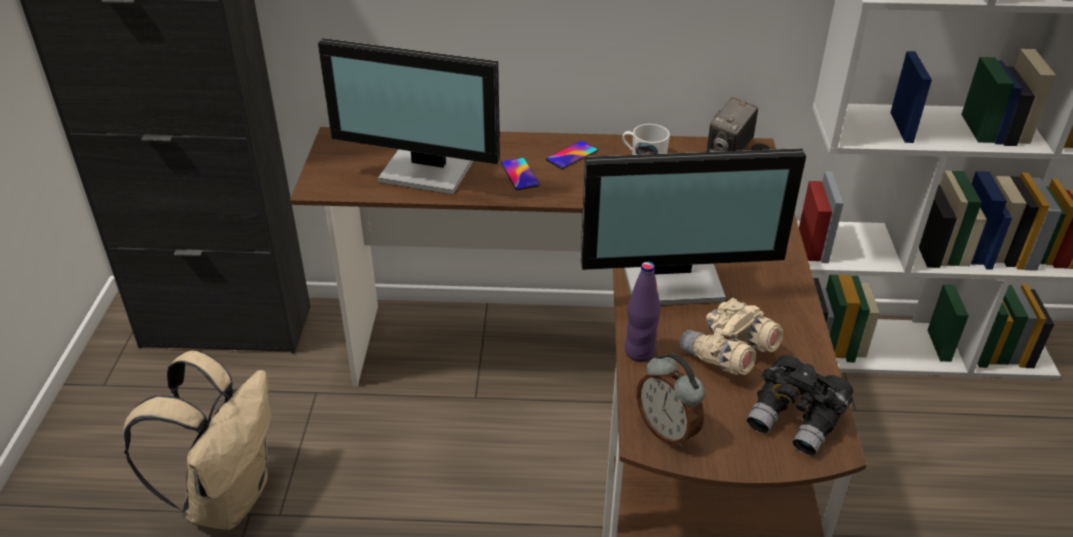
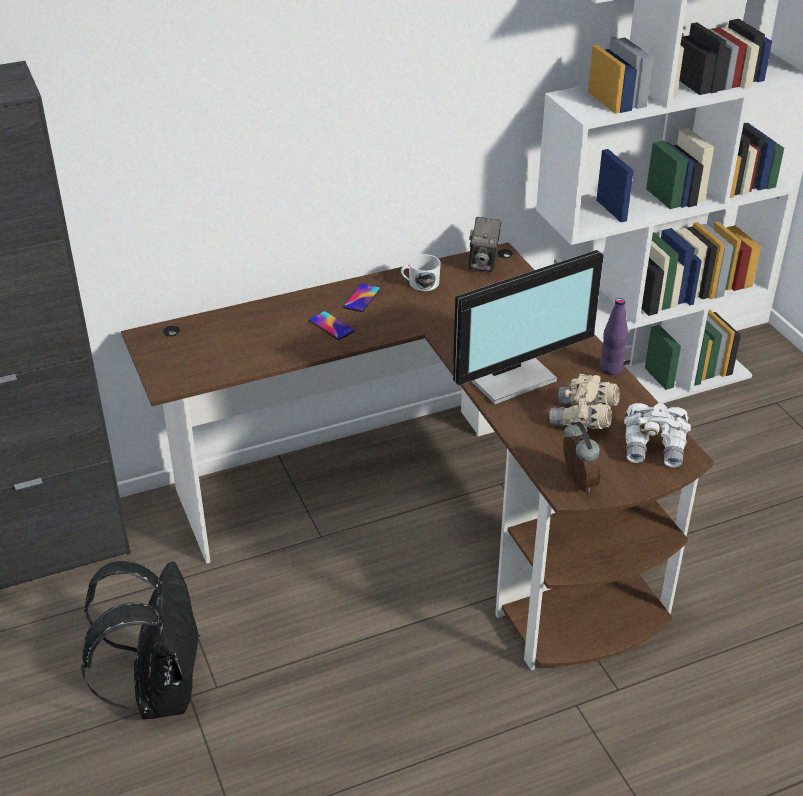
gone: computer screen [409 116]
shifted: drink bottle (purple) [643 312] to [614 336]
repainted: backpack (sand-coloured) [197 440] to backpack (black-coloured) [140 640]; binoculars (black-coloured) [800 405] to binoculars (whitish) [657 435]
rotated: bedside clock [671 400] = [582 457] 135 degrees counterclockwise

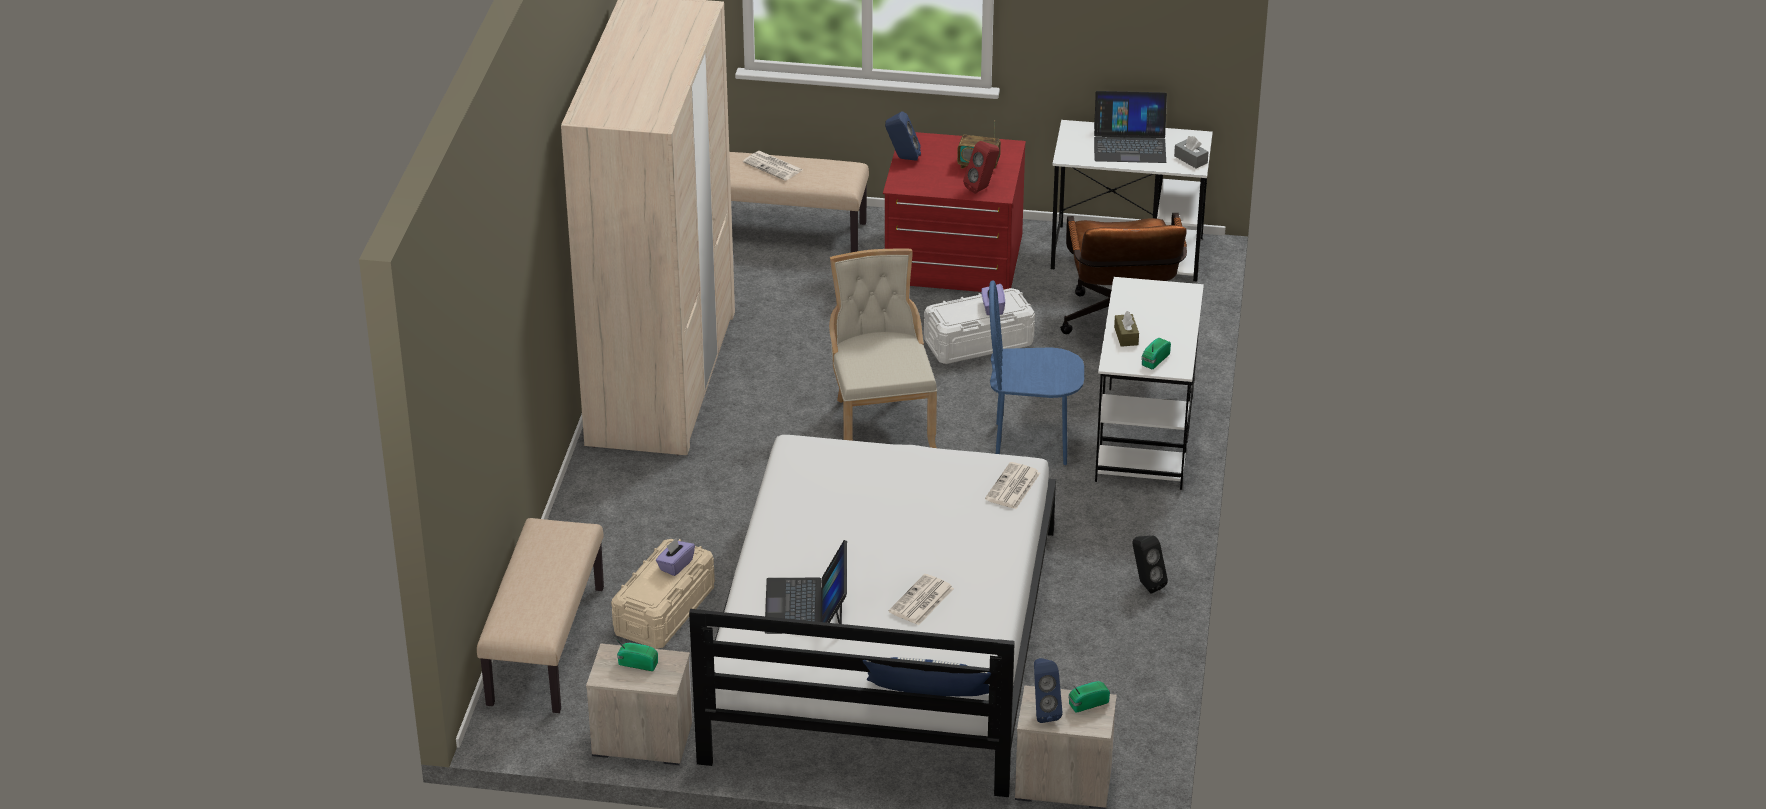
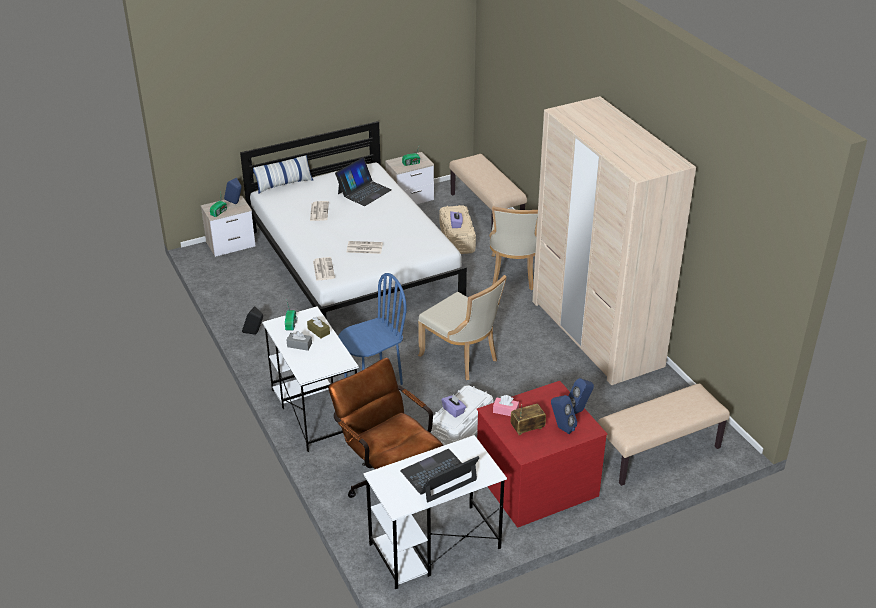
new: upright chair (sand-coloured) [513 248]; loudspeaker (bluish) [564 414]
shifted: box of tissues (grey) [1191 152] to [299 341]; newspaper [773 166] to [365 247]
swapped: loudspeaker (red) [981 167] to box of tissues (pink) [506 405]
rotated: laptop [806 587] = [363 181] 75 degrees clockwise

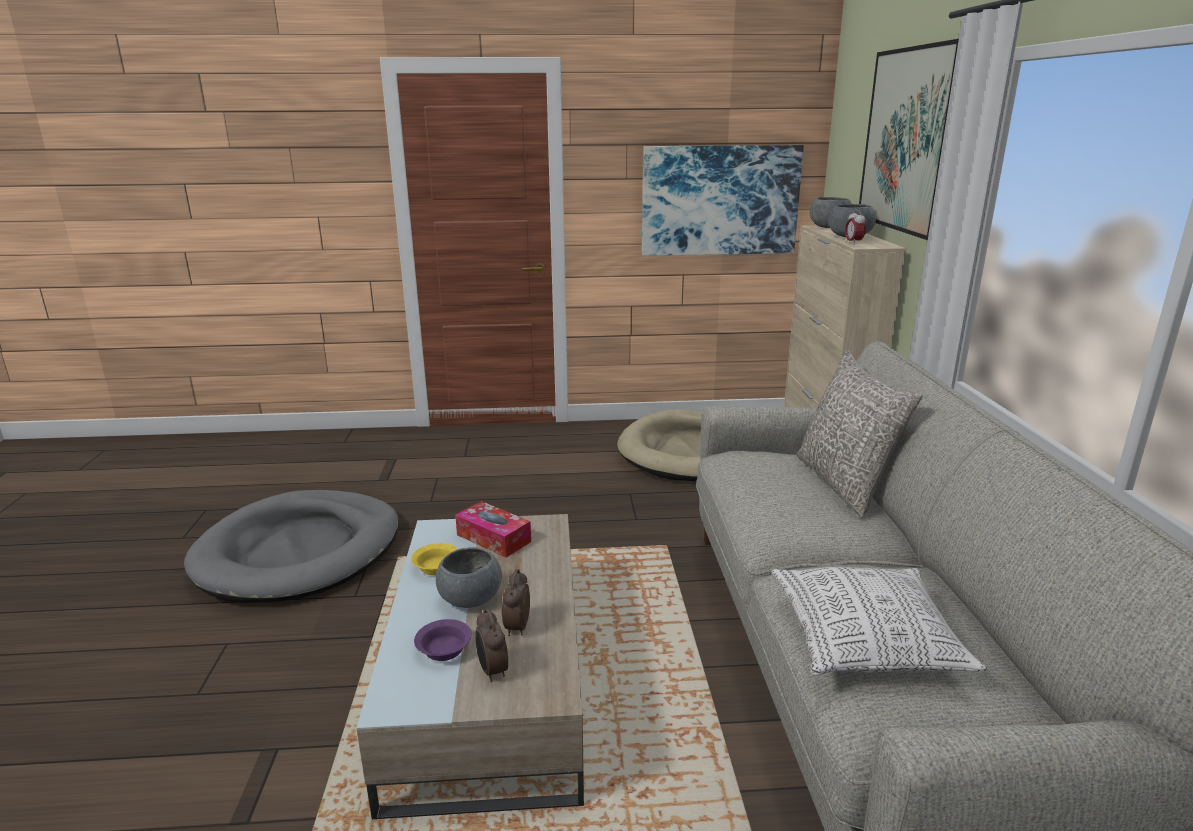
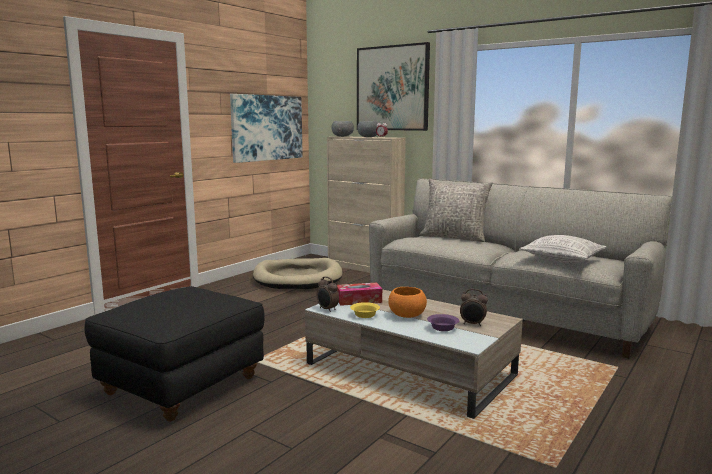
shifted: bedside clock [516 602] to [328 294]
swapped: pet bed (grey) [291 546] to footrest (black-coloured) [174 354]
repainted: serving bowl (grey) [469 577] to serving bowl (orange-coloured) [407 302]

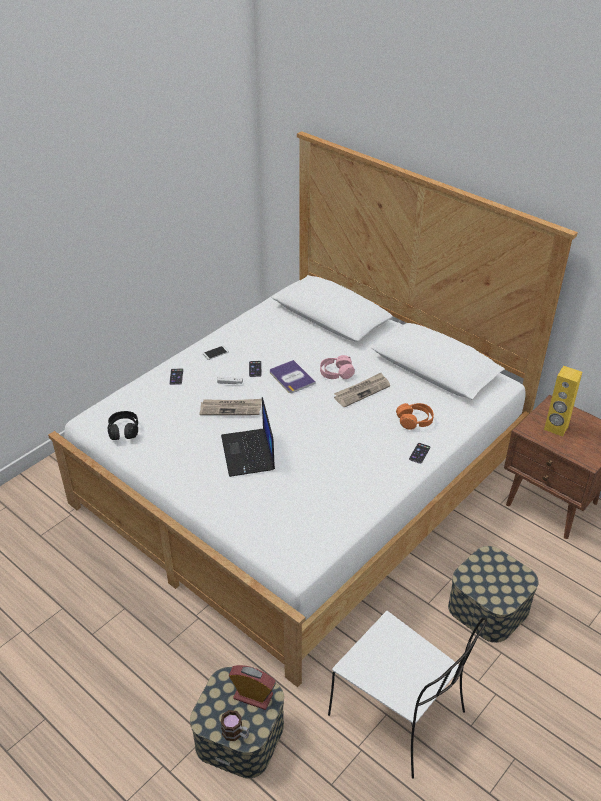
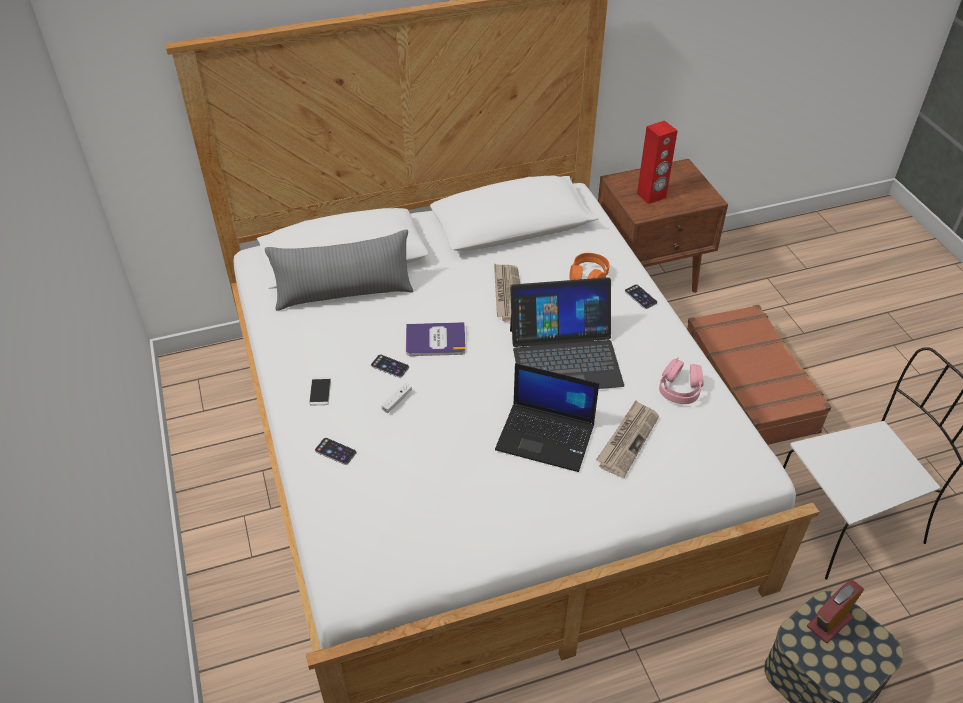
gone: pair of headphones (black-coloured) [123 425]; tea mug [235 725]
new: cushion (grey) [339 270]; laptop [567 333]
shifted: pair of headphones (pink) [337 367] to [681 381]; newspaper [230 407] to [627 439]
swapped: storage container [493 594] to suitcase (brown-coloured) [759 374]
repainted: loudspeaker (yellow) [563 401] to loudspeaker (red) [657 162]

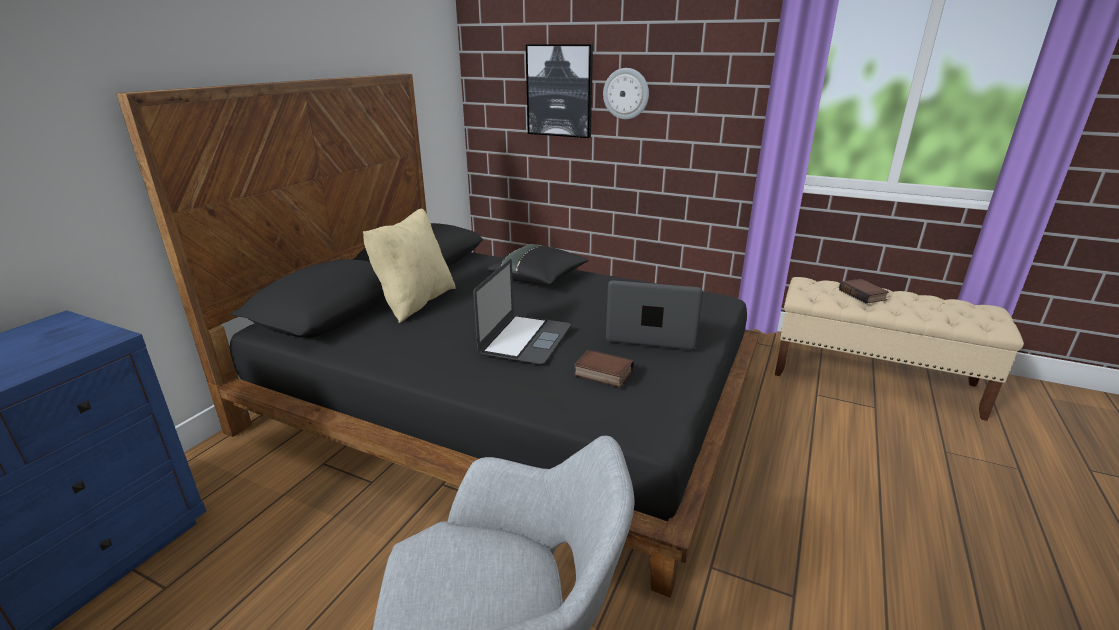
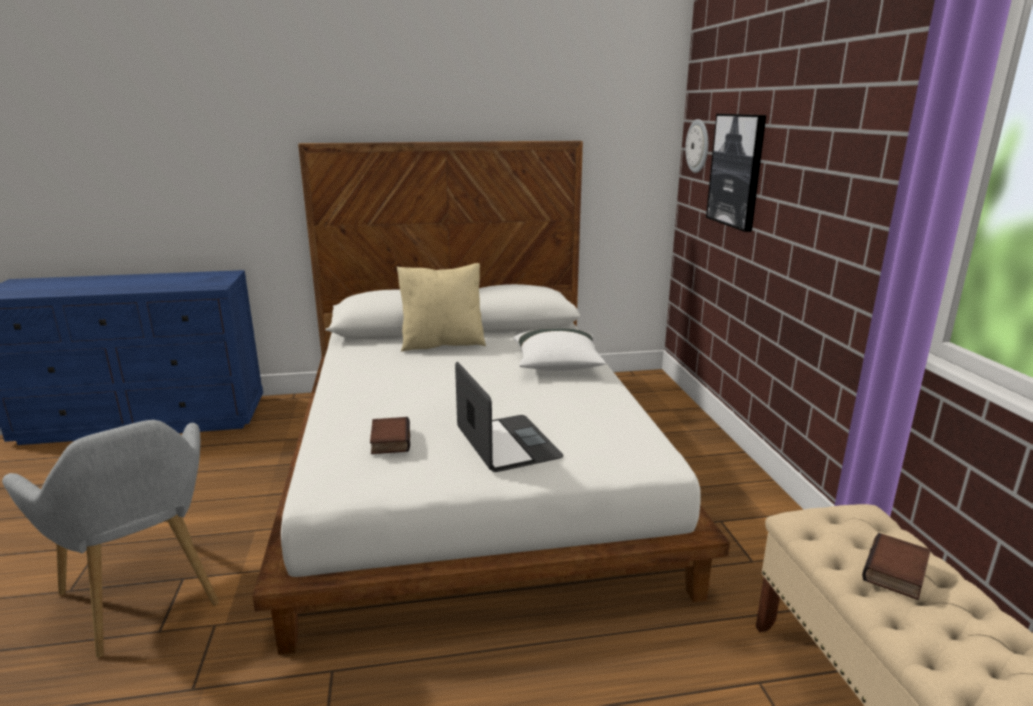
gone: laptop [522 311]
shifted: wall clock [626 94] to [696 146]
repainted: bedroom bed (black-coloured) [437 335] to bedroom bed (whitish) [491 398]; cushion (black-coloured) [538 264] to cushion (whitish) [559 349]

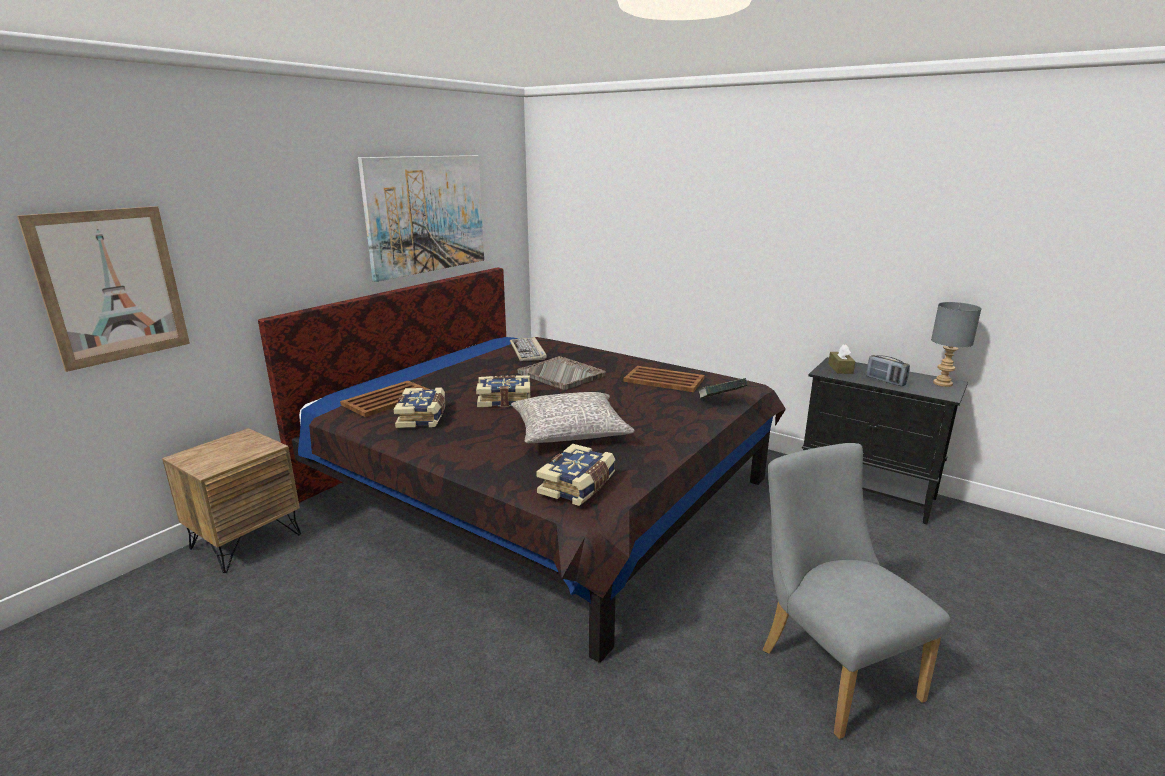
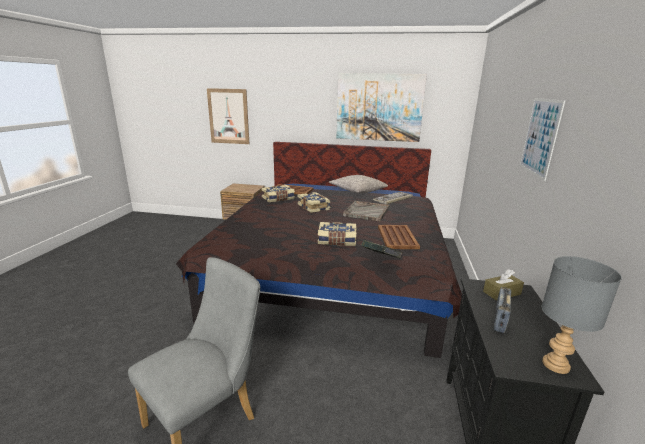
new: wall picture [542 139]
shifted: cushion (grey) [573 417] to [358 184]; volume [576 475] to [337 234]

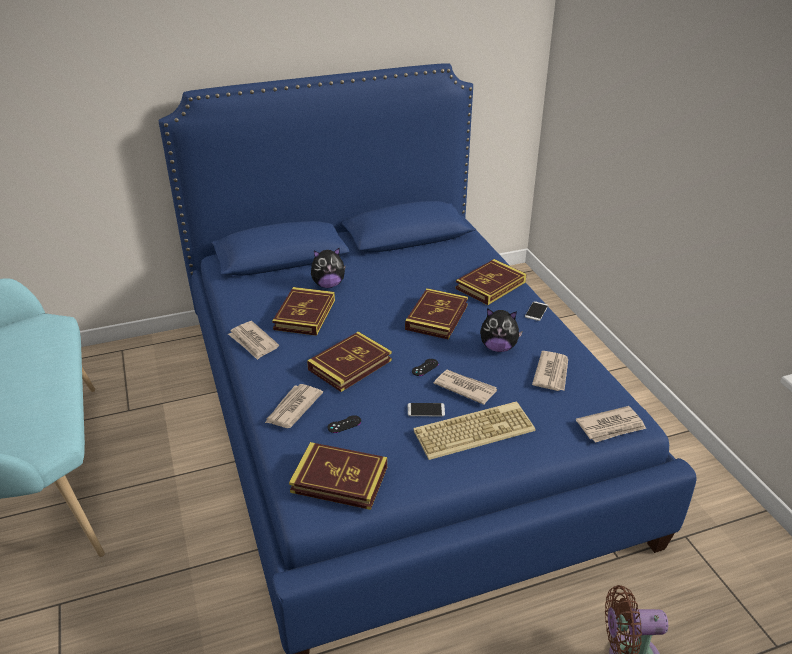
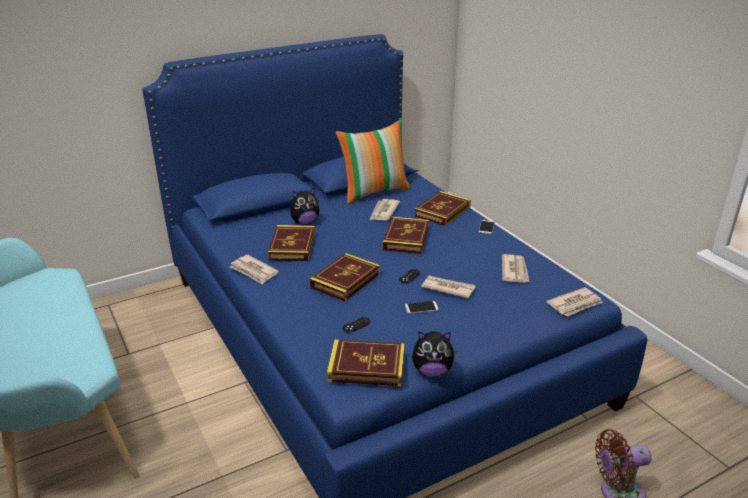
gone: PC keyboard [474 430]
new: cushion [373 162]
shifted: soft toy [501 330] to [434 354]; newspaper [294 406] to [384 210]

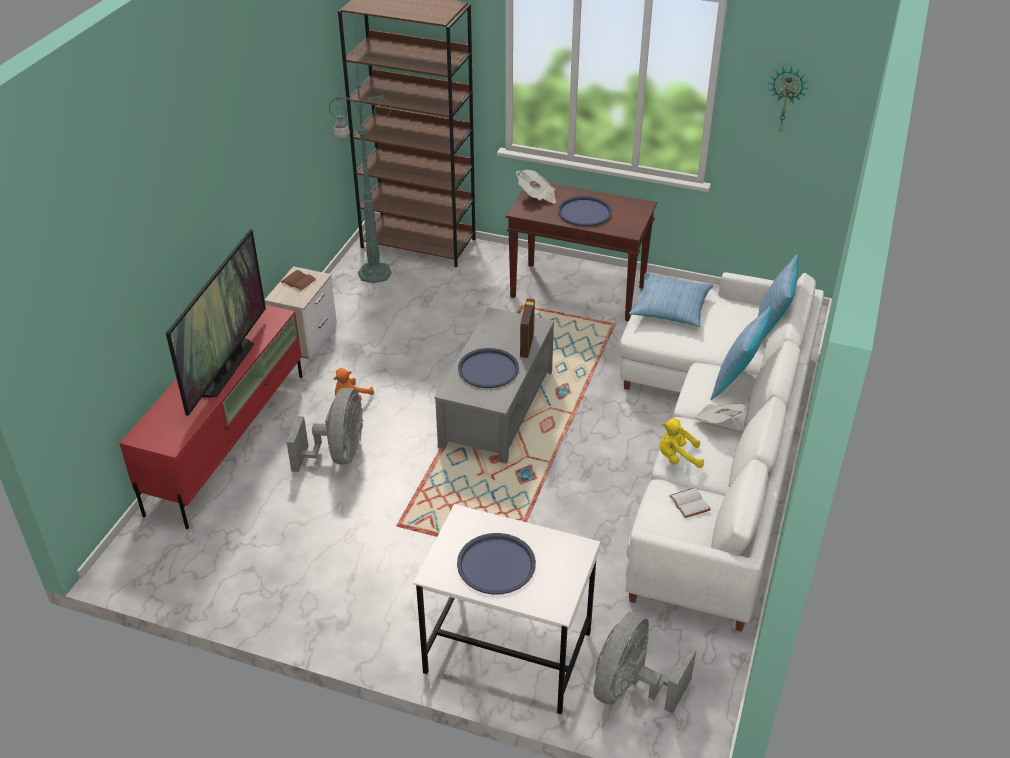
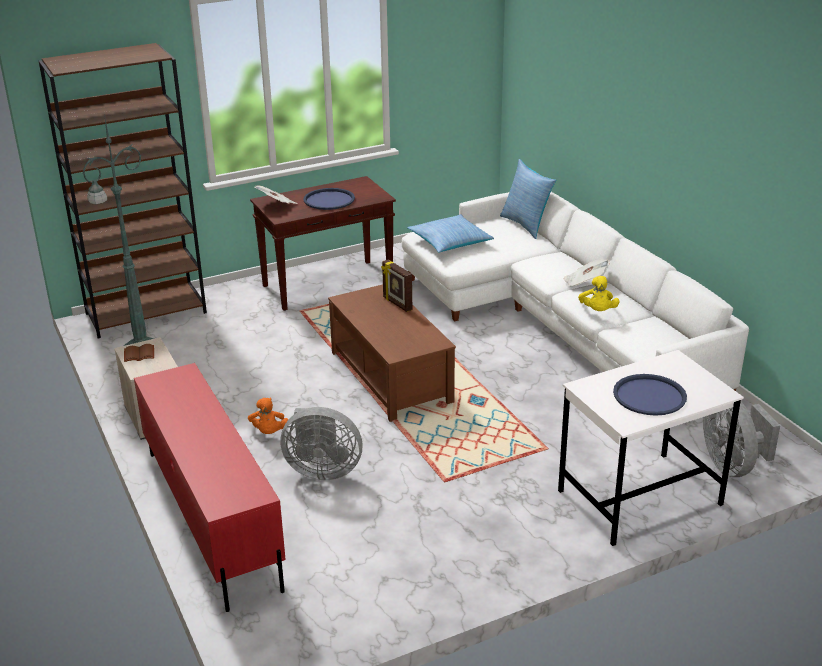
gone: wall clock [788 99]; TV [216 322]; cushion [741 353]; serving tray (bluish) [488 368]; volume (whitish) [690 503]
repainted: lounge table (grey) [494 385] to lounge table (brown-coloured) [392 353]
rotated: cooling fan (grey) [324 429] = [322 443] 135 degrees clockwise; soft toy (yellow) [681 443] = [599 293] 45 degrees counterclockwise

